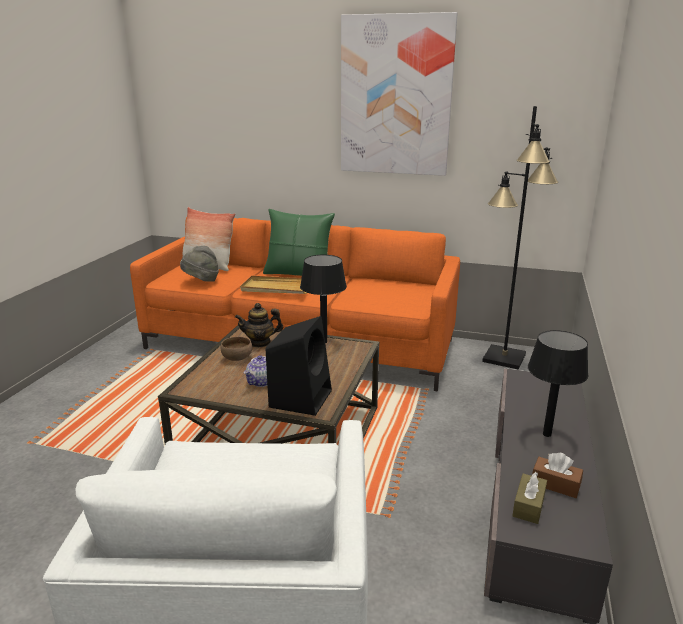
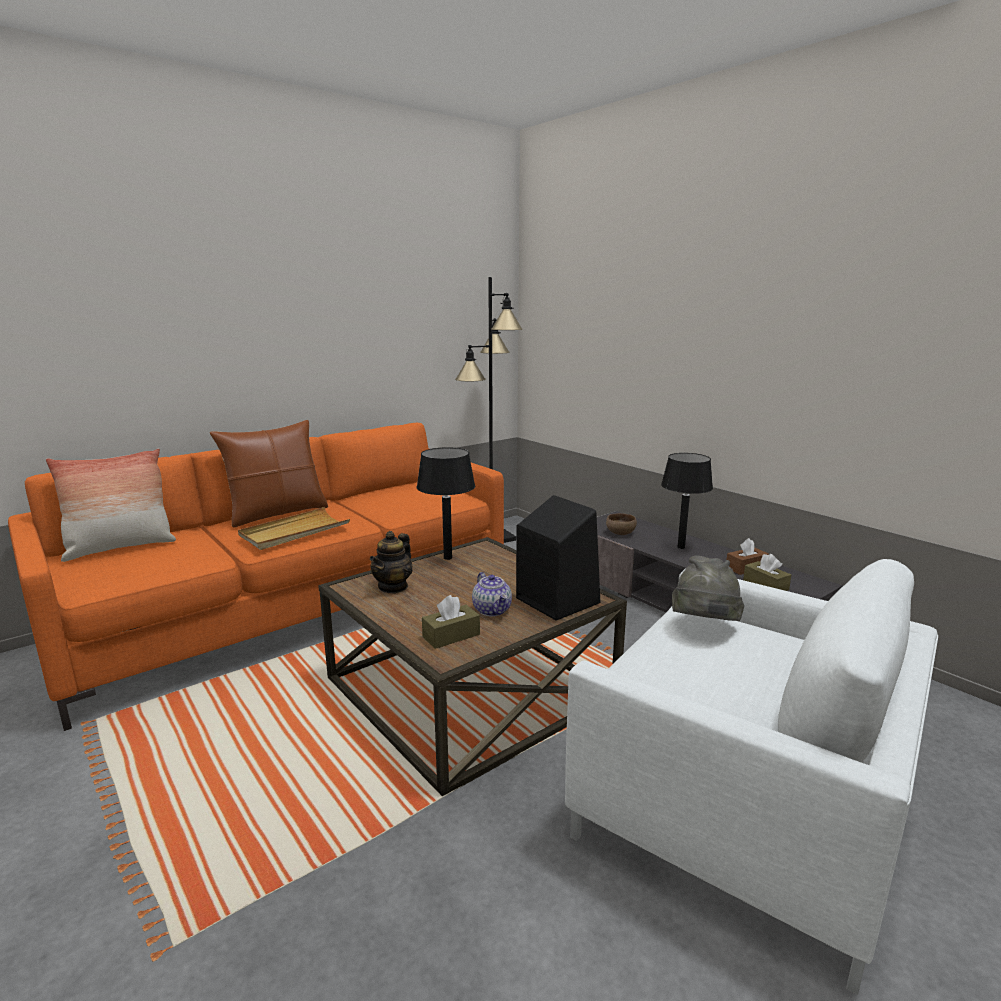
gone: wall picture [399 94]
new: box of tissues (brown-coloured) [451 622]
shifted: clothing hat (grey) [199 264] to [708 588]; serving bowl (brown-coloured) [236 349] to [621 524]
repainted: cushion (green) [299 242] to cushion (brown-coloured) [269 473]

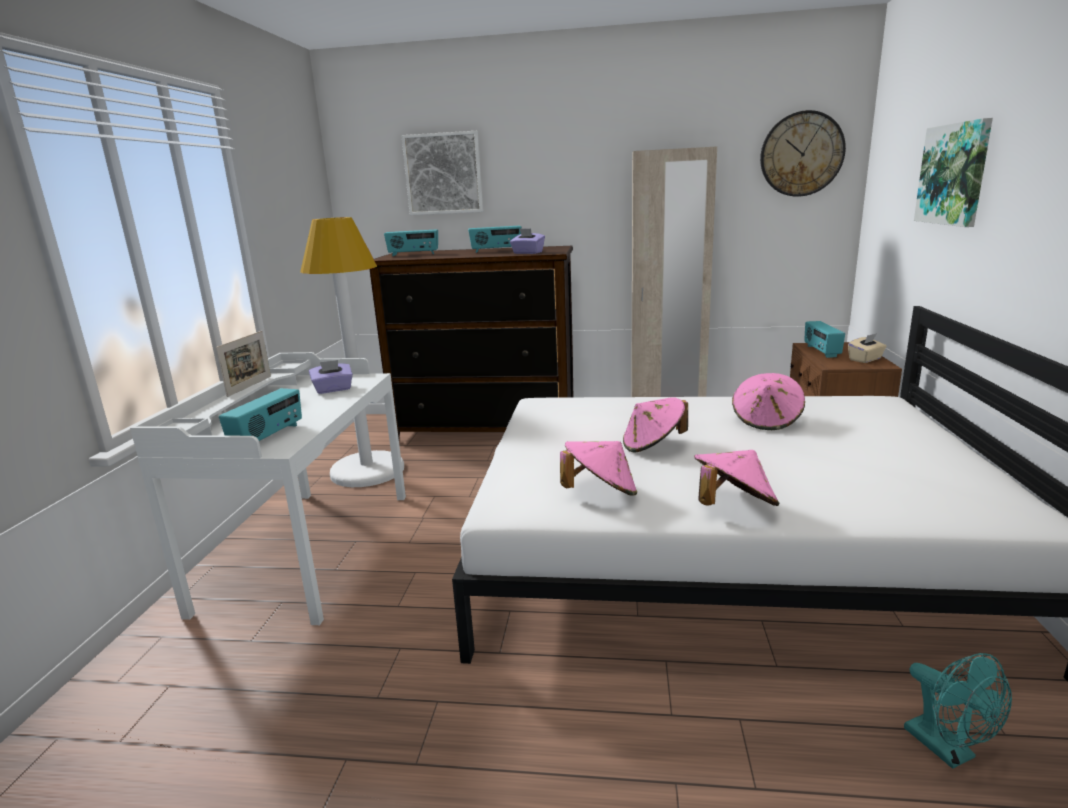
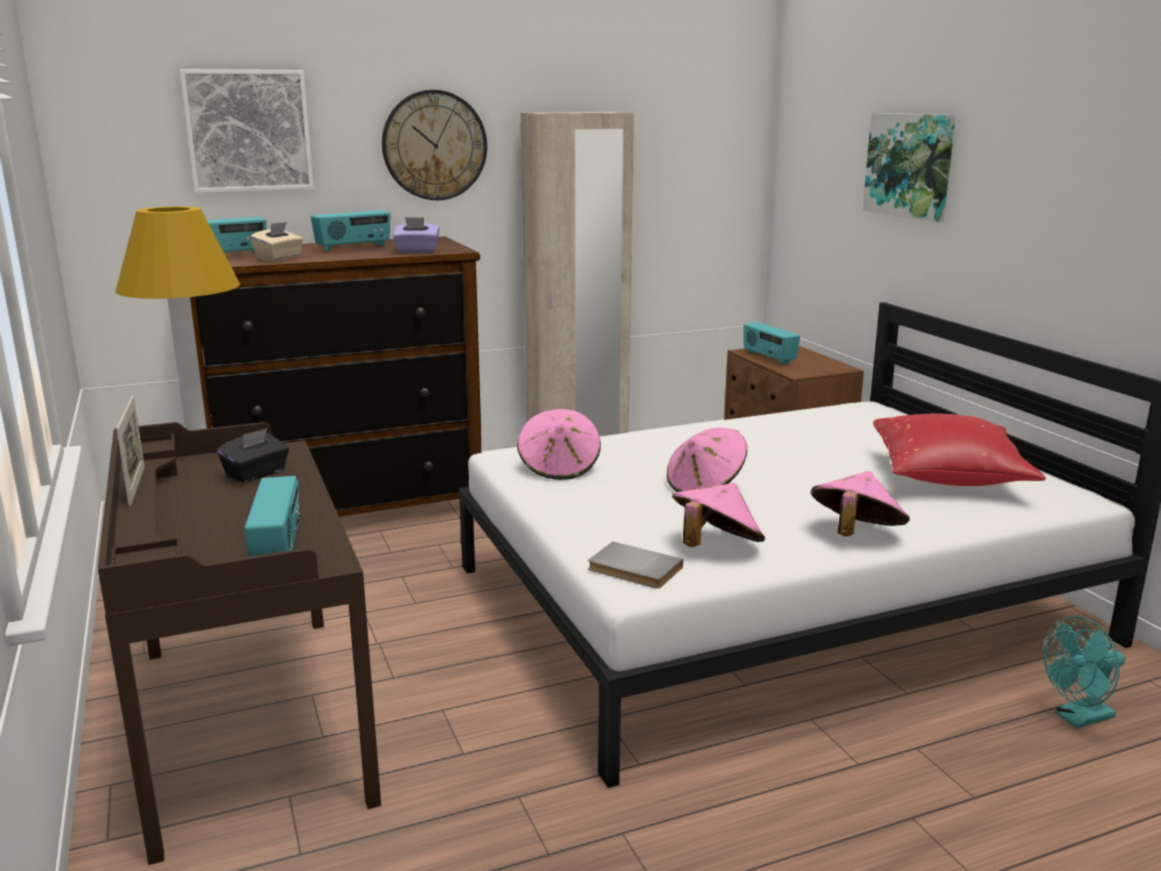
new: cushion (red) [959 450]; volume (grey) [635 565]
shifted: wall clock [803 153] to [434 145]; box of tissues (sand-coloured) [867 348] to [276 241]; clothing hat (pink) [768 401] to [559 444]
repainted: desk unit (whitish) [268 488] to desk unit (brown-coloured) [239 643]; box of tissues (purple) [331 377] to box of tissues (black-coloured) [253 455]
rotated: cooling fan (blue-green) [958 711] = [1084 672] 120 degrees clockwise

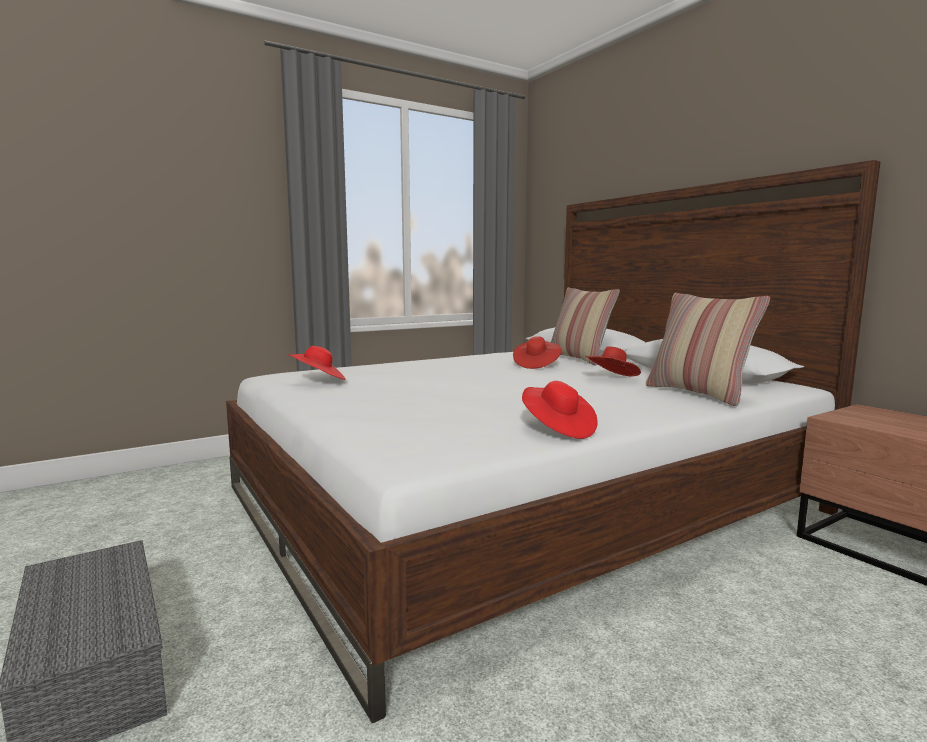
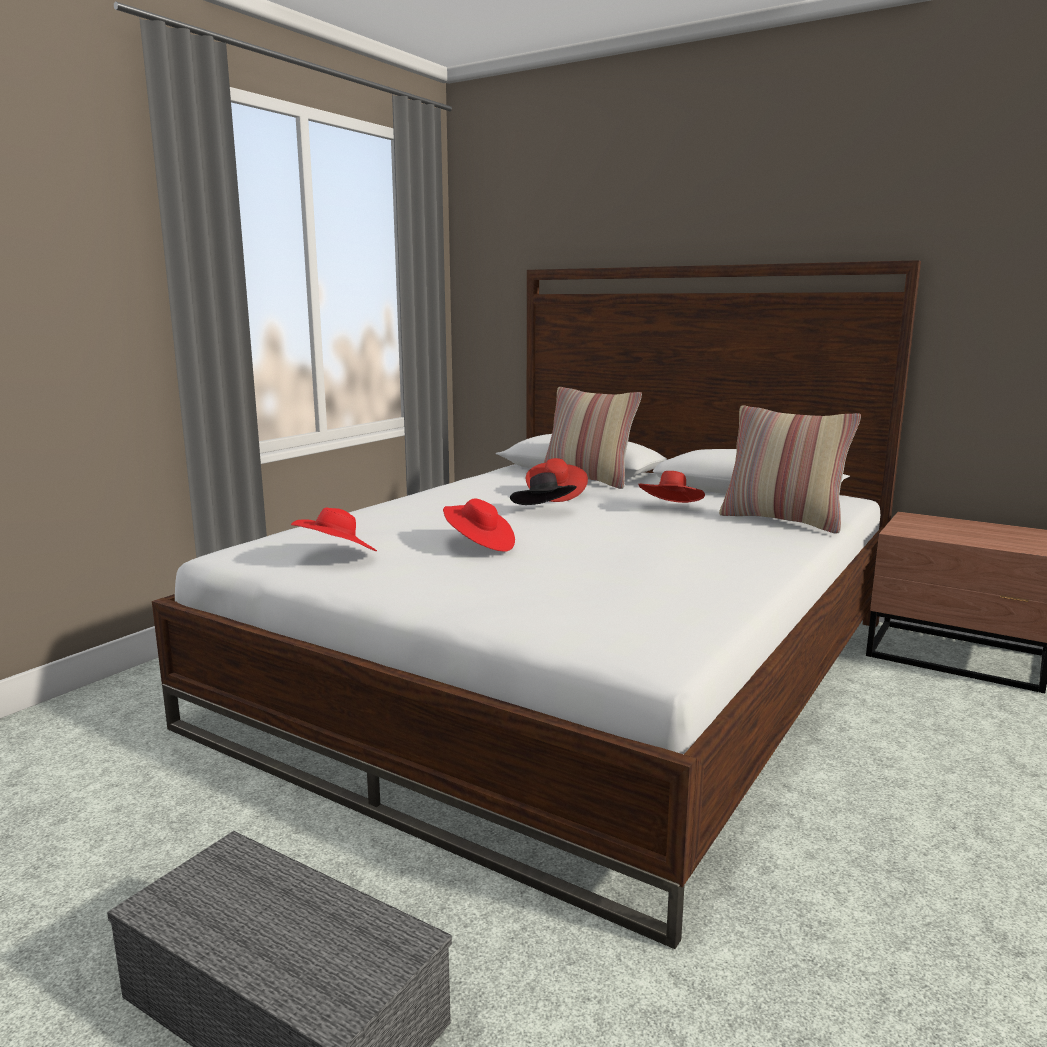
new: clothing hat (black-coloured) [543 489]
shifted: clothing hat (red) [560 410] to [479 525]

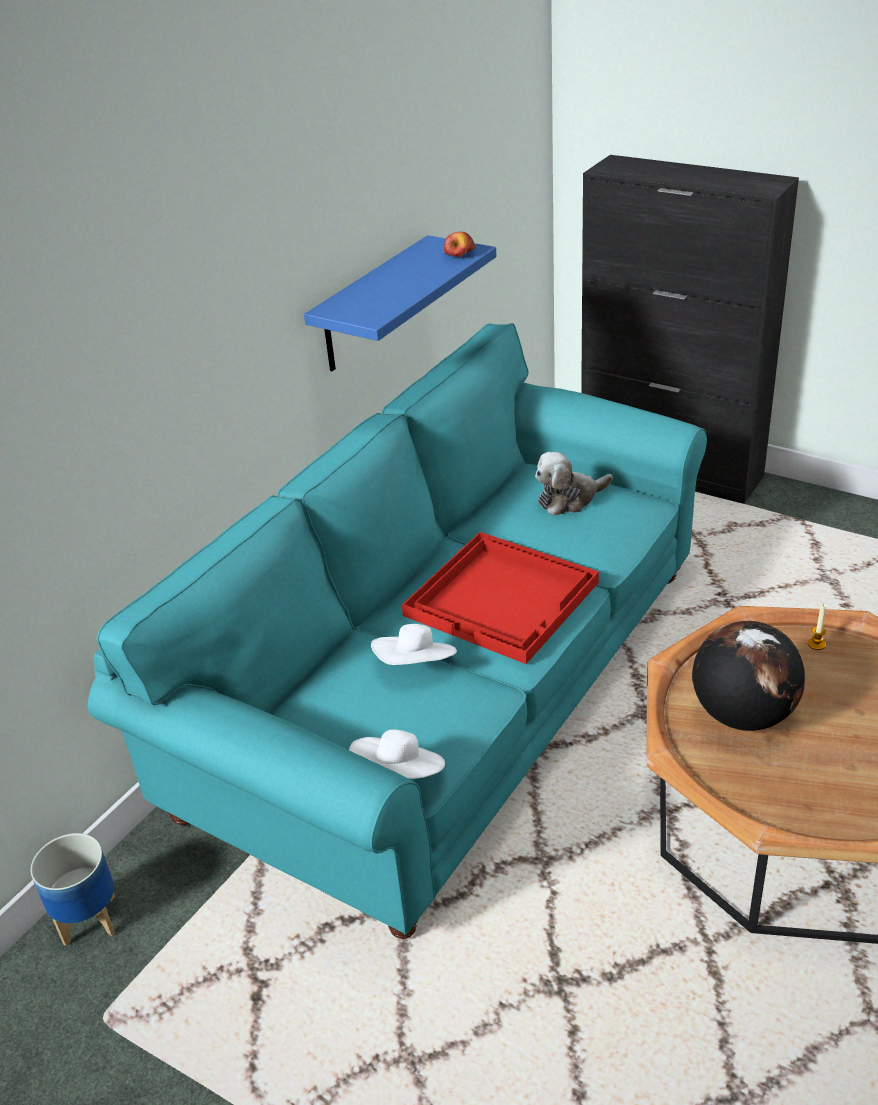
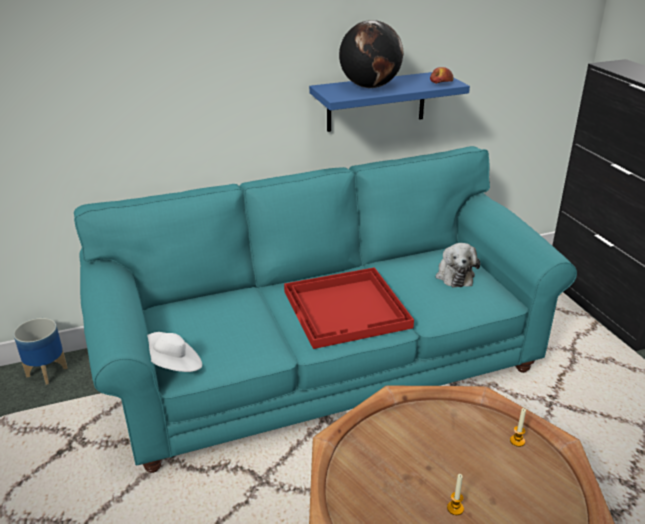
gone: clothing hat (whitish) [414 644]
new: wax light [455 494]
shifted: desk globe [748 676] to [371 54]
rotated: soft toy [574 483] = [458 265] 105 degrees counterclockwise

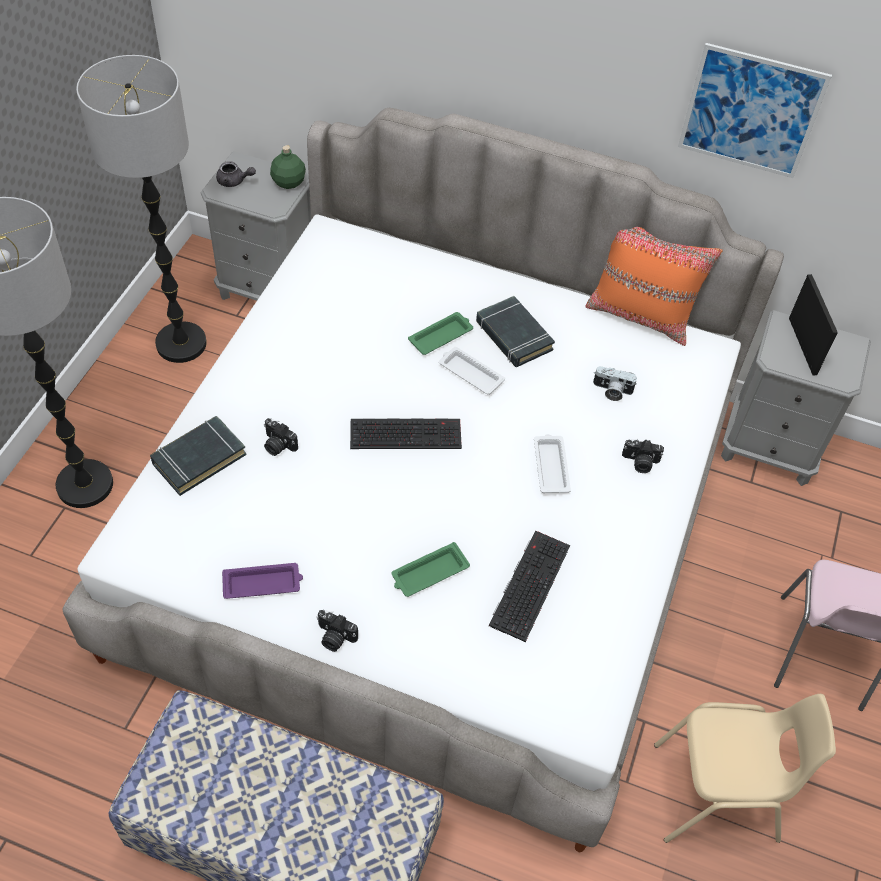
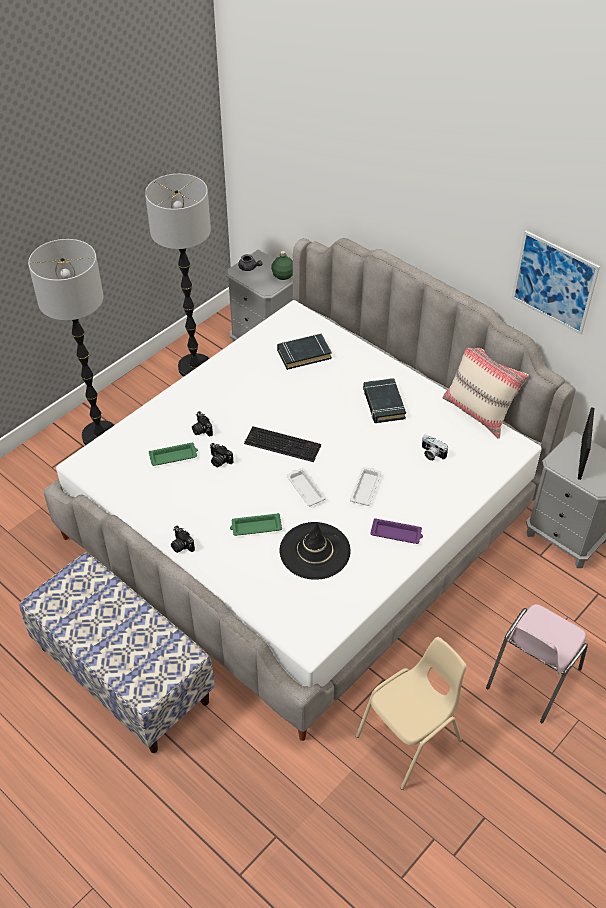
shifted: serving tray (green) [440 333] to [173 454]; serving tray (whitish) [472 371] to [306 487]; volume (black-coloured) [198 456] to [304 352]; still camera [643 456] to [222 455]; serving tray (purple) [262 581] to [396 531]
swapped: PC keyboard [529 586] to clothing hat (black-coloured) [315 551]
repainted: cushion (orange-coloured) [654 286] to cushion (sand-coloured) [485 393]
rotated: upright chair (sand-coloured) [745 768] = [411 713] 60 degrees counterclockwise

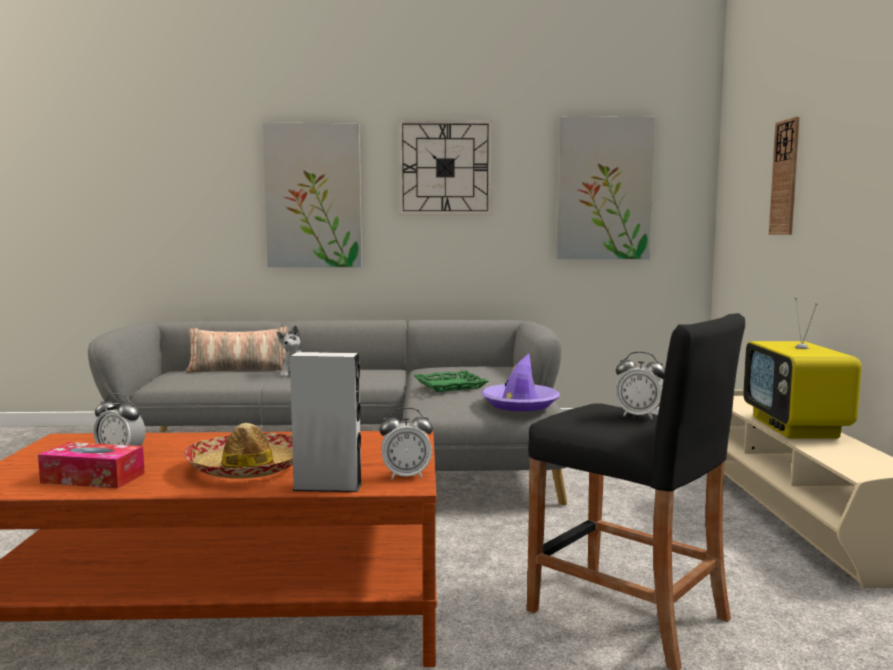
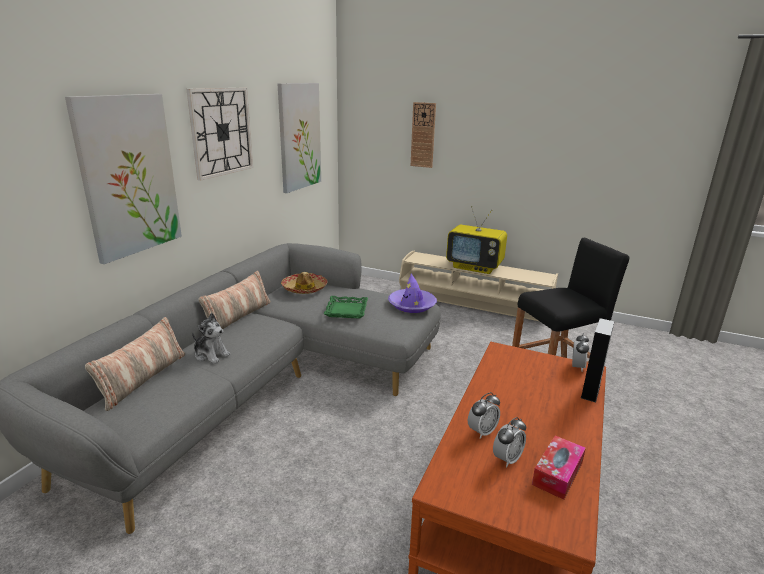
new: cushion [235 300]
shifted: bedside clock [640 385] to [484 415]; clothing hat [238 451] to [304 283]

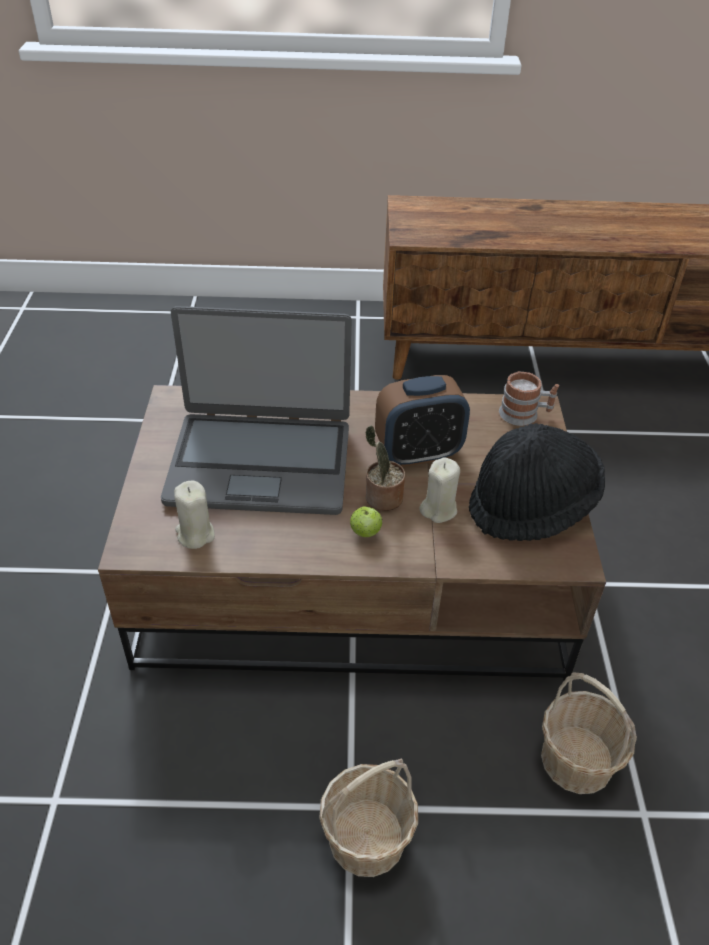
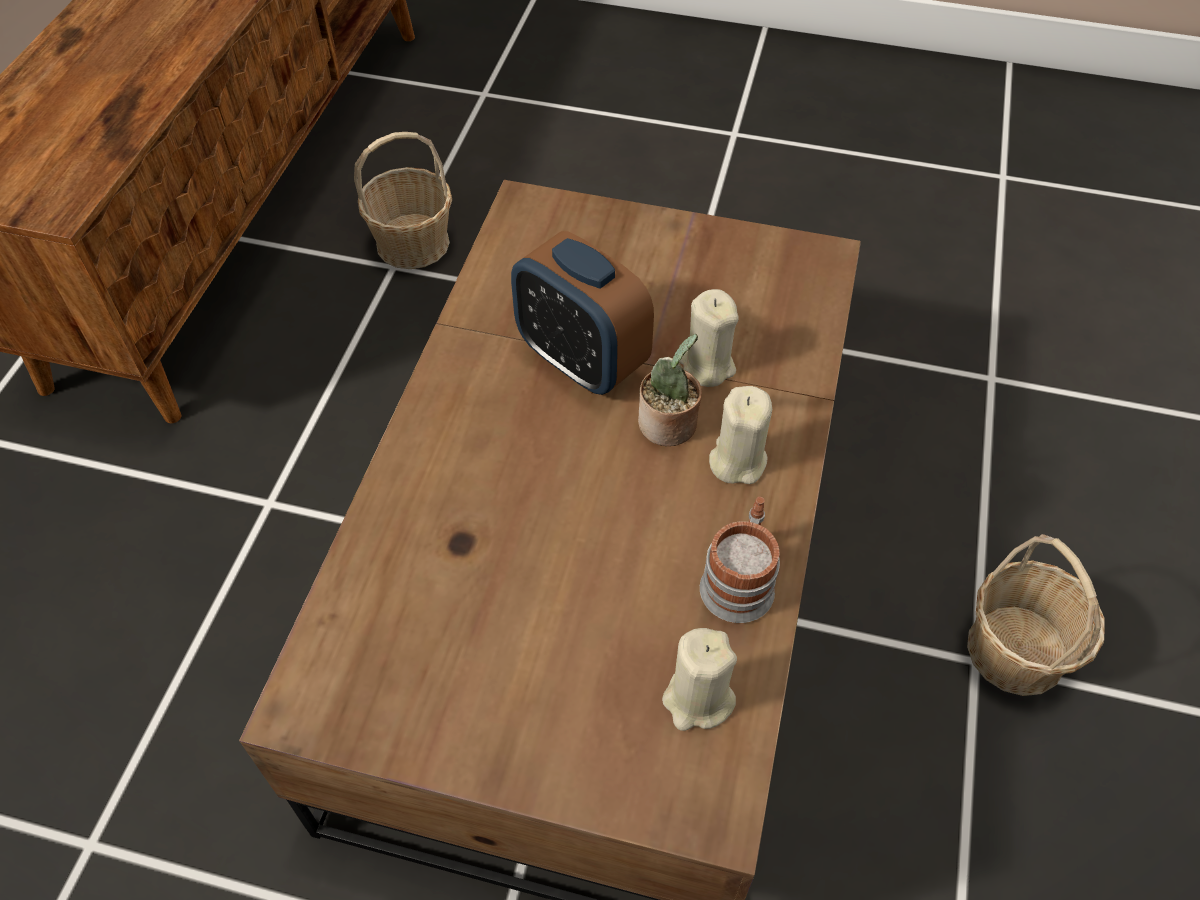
gone: laptop [256 410]; clothing hat (black-coloured) [537 482]
shifted: tea mug [529 398] to [740 560]; household basket [589 733] to [403 200]
swapped: apple fruit [366 522] to wax light (sand-coloured) [740 435]
rotated: bedside clock [422 421] = [582 313] 135 degrees clockwise

